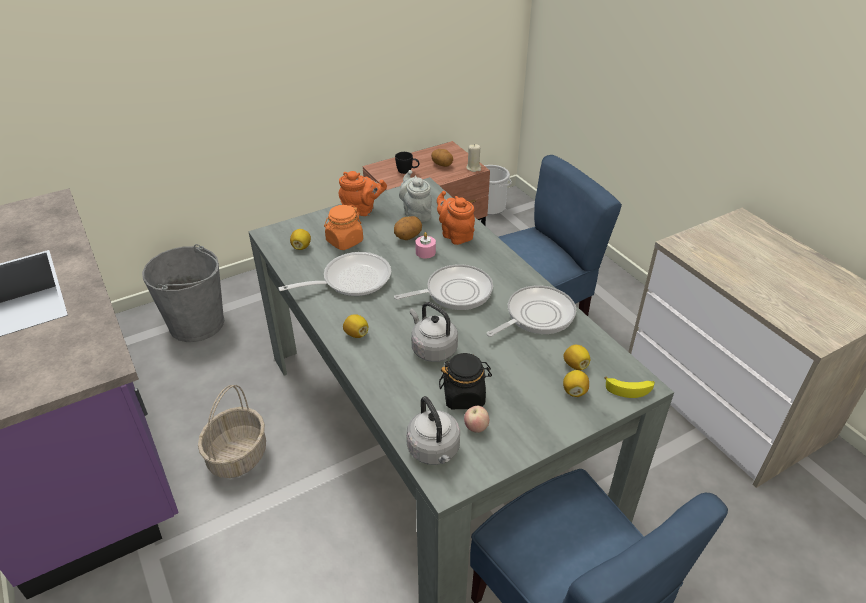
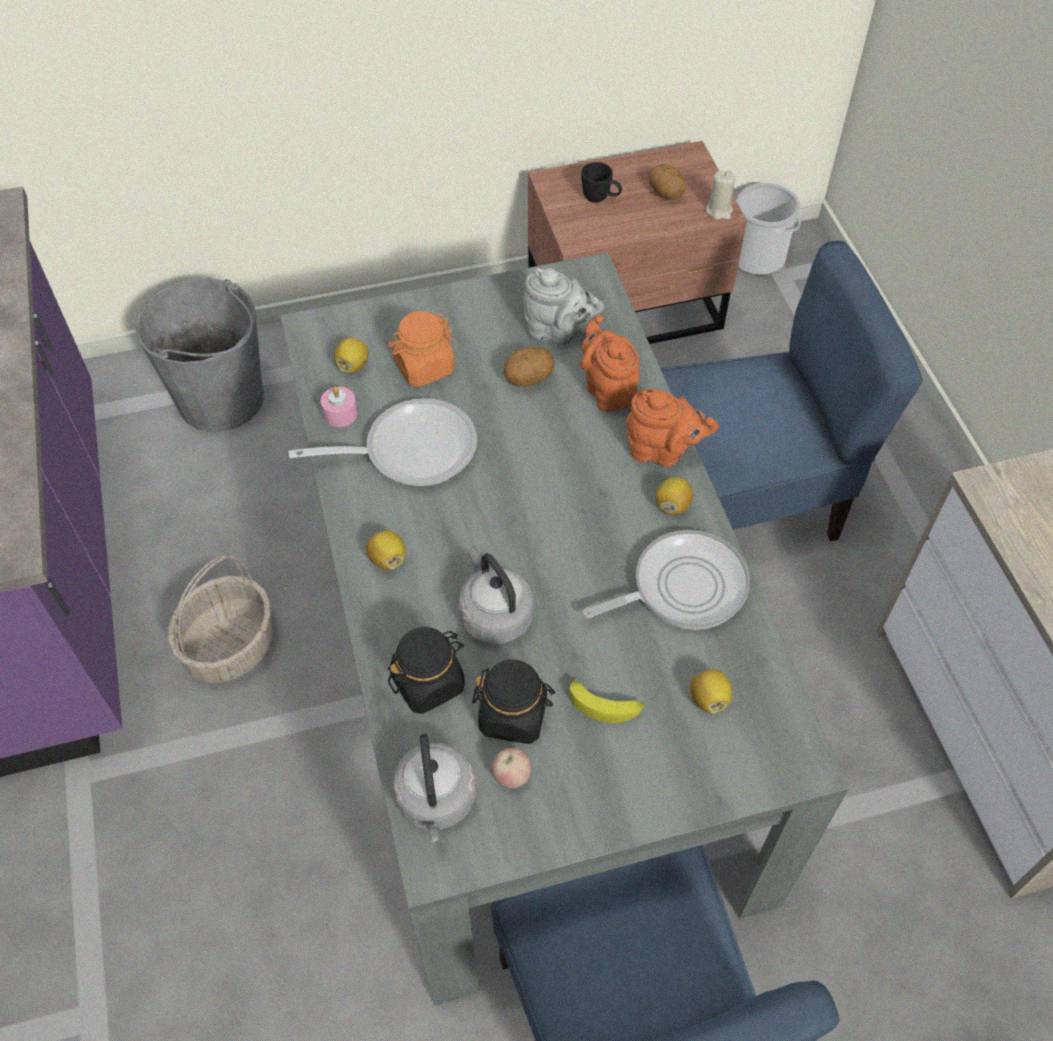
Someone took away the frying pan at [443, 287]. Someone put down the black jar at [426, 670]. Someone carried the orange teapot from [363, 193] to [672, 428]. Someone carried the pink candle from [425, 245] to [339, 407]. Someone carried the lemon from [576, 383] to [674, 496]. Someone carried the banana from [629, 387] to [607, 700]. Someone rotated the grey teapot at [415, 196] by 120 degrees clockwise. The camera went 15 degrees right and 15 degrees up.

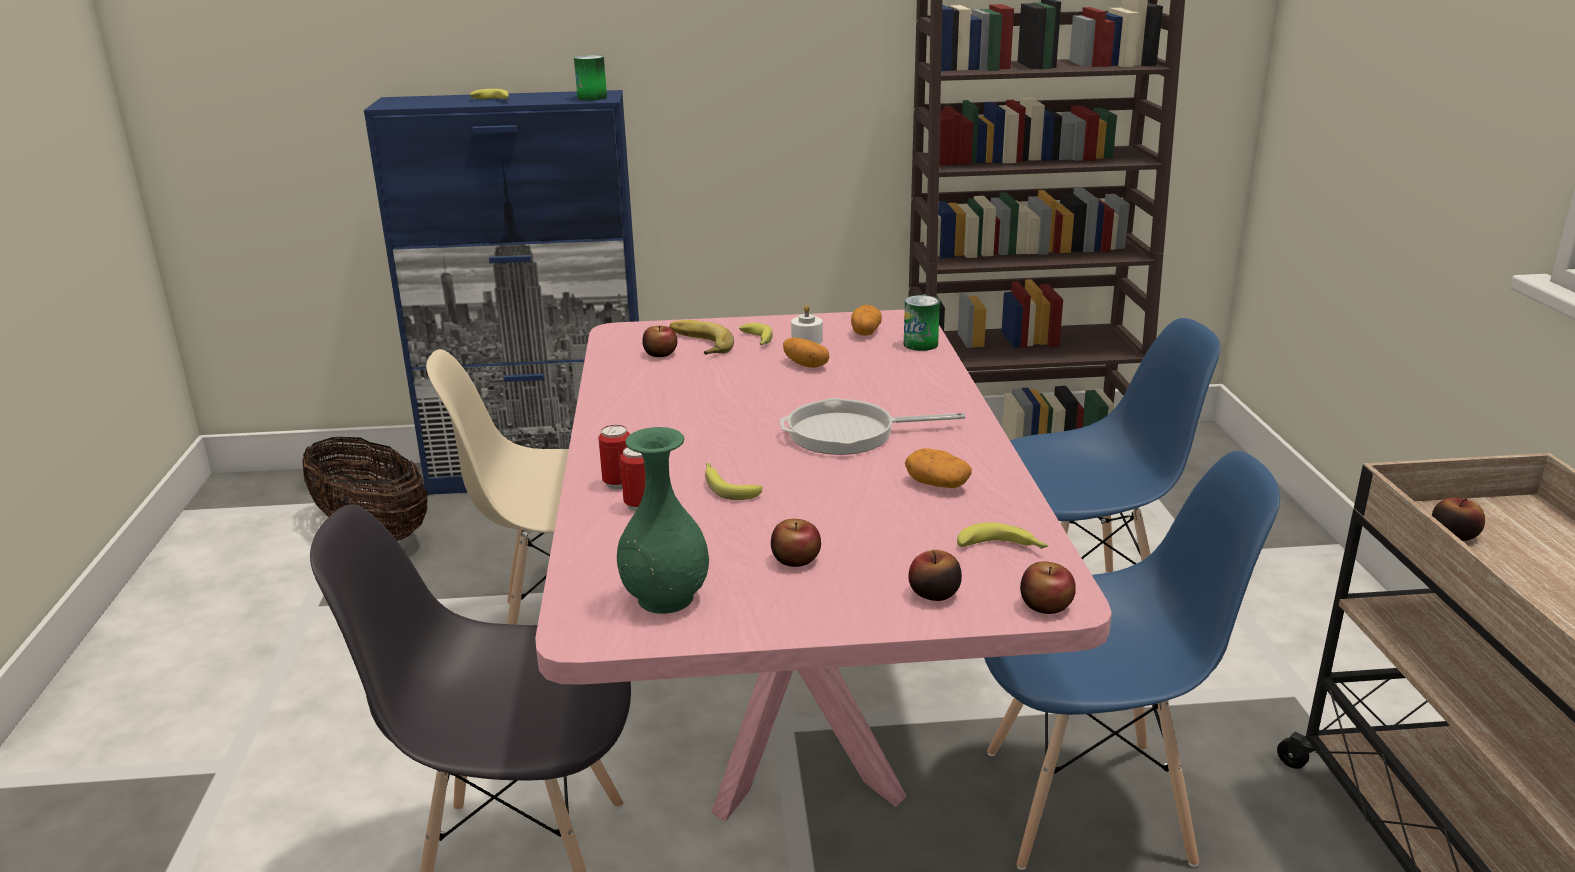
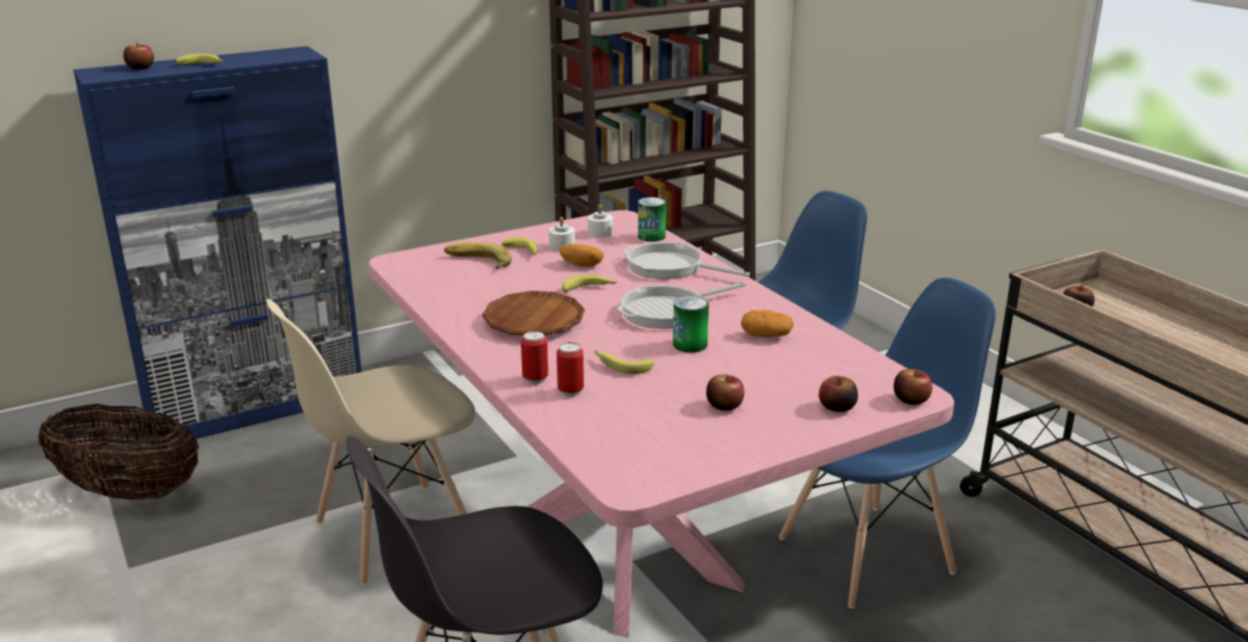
Someone took away the green vase at [663, 520]. Someone put down the brown plate at [533, 313]. Someone put down the frying pan at [686, 260]. Someone carried the can from [590, 78] to [691, 324]. Someone carried the apple from [659, 341] to [138, 56]. Someone carried the banana from [1002, 535] to [589, 283]. Someone swapped the potato at [866, 320] for the white candle at [600, 221]. The camera went 25 degrees left and 0 degrees up.

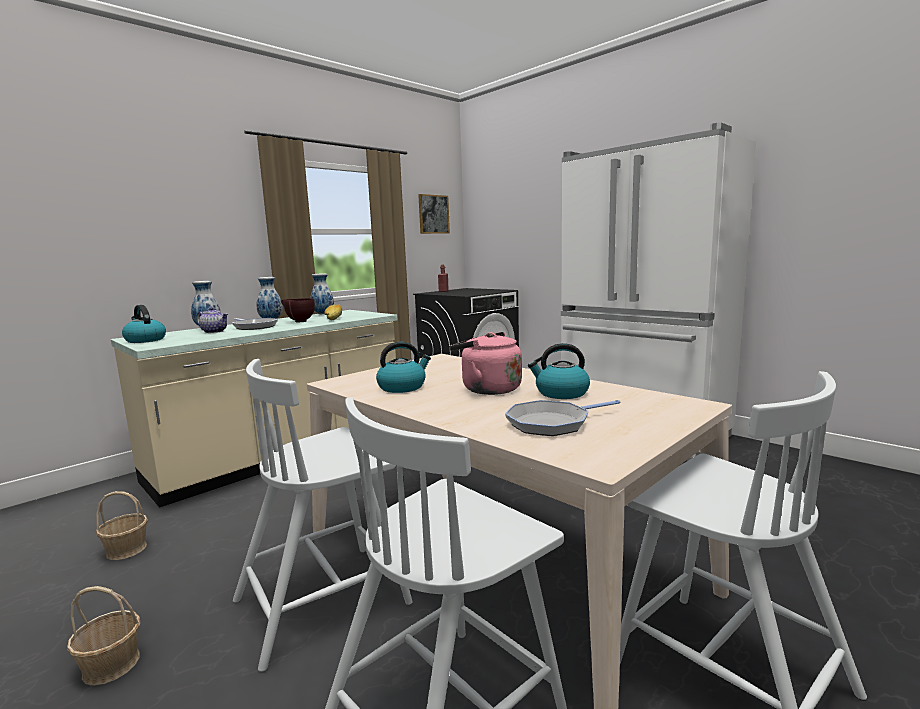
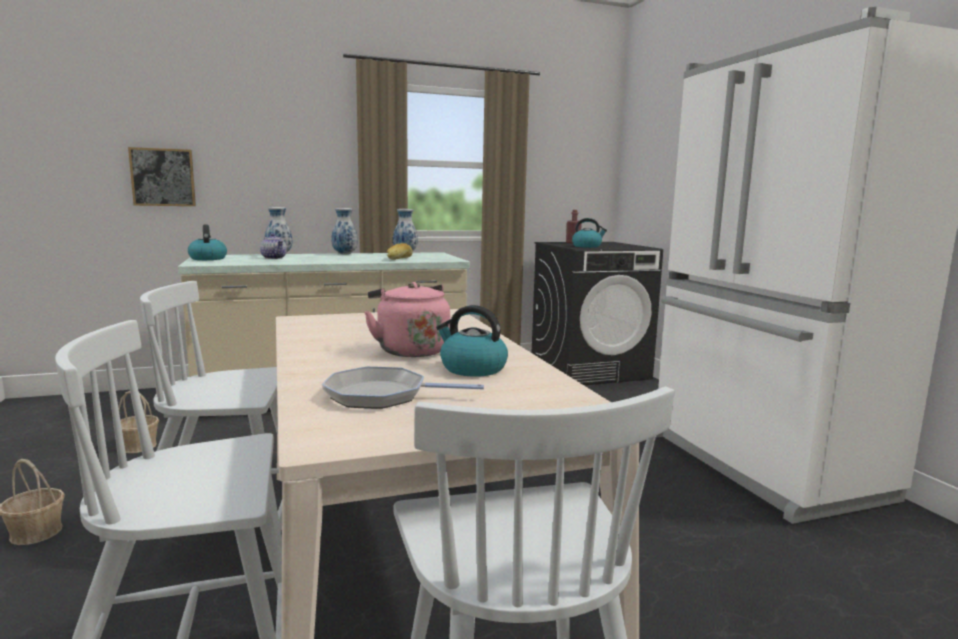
Someone took away the frying pan at [255, 324]. Someone took away the brown bowl at [298, 310]. Someone carried the kettle from [403, 367] to [589, 233]. Someone carried the picture from [434, 214] to [162, 176]. The camera went 25 degrees right and 0 degrees up.

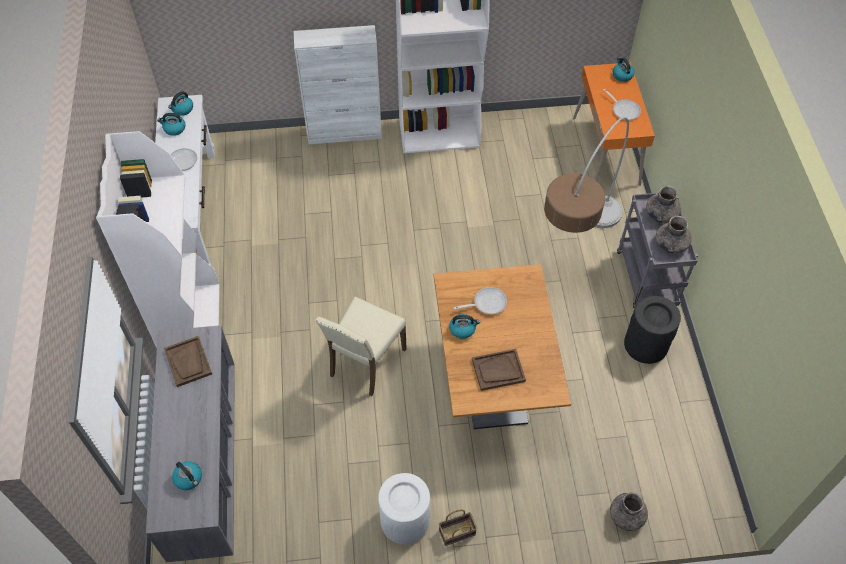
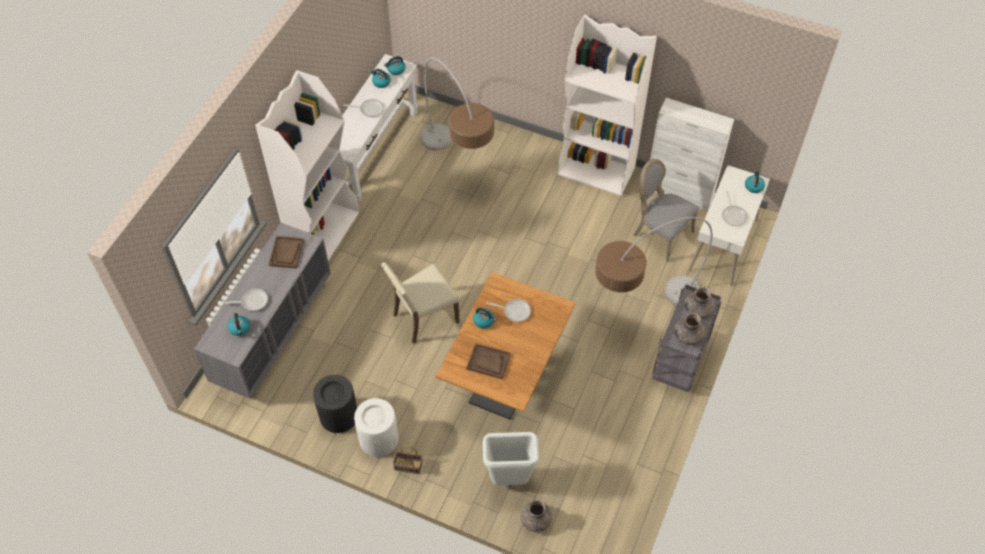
Someone put down the frying pan at [245, 299]. Someone put down the floor lamp at [457, 104]. Someone put down the white trash can at [511, 458]. Someone put down the grey chair at [666, 210]. Someone carried the white cabinet from [338, 85] to [692, 154]. Someone carried the black trash can from [652, 330] to [335, 404]. Someone repainted the orange desk at [614, 124], which became the white desk at [729, 225]. The camera went 30 degrees right and 0 degrees up.

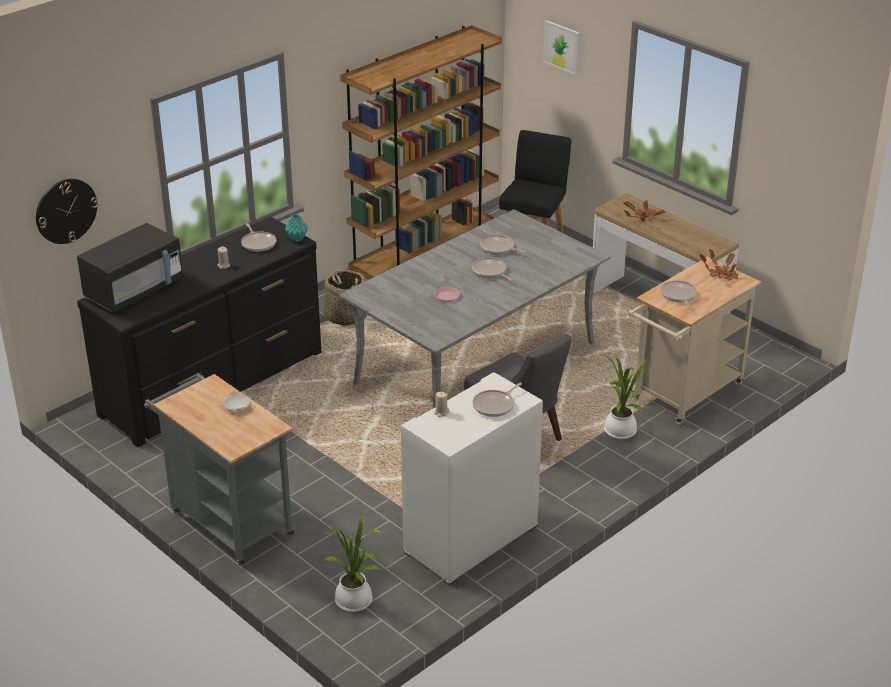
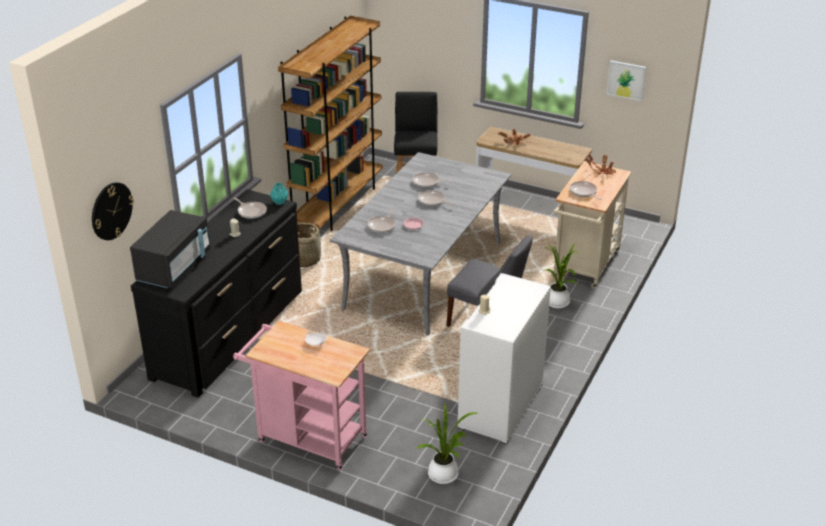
Someone carried the frying pan from [497, 400] to [381, 221]. Someone carried the picture from [561, 47] to [626, 80]. Someone repainted the grey cart at [219, 470], which became the pink cart at [301, 396]. The camera went 20 degrees left and 0 degrees up.

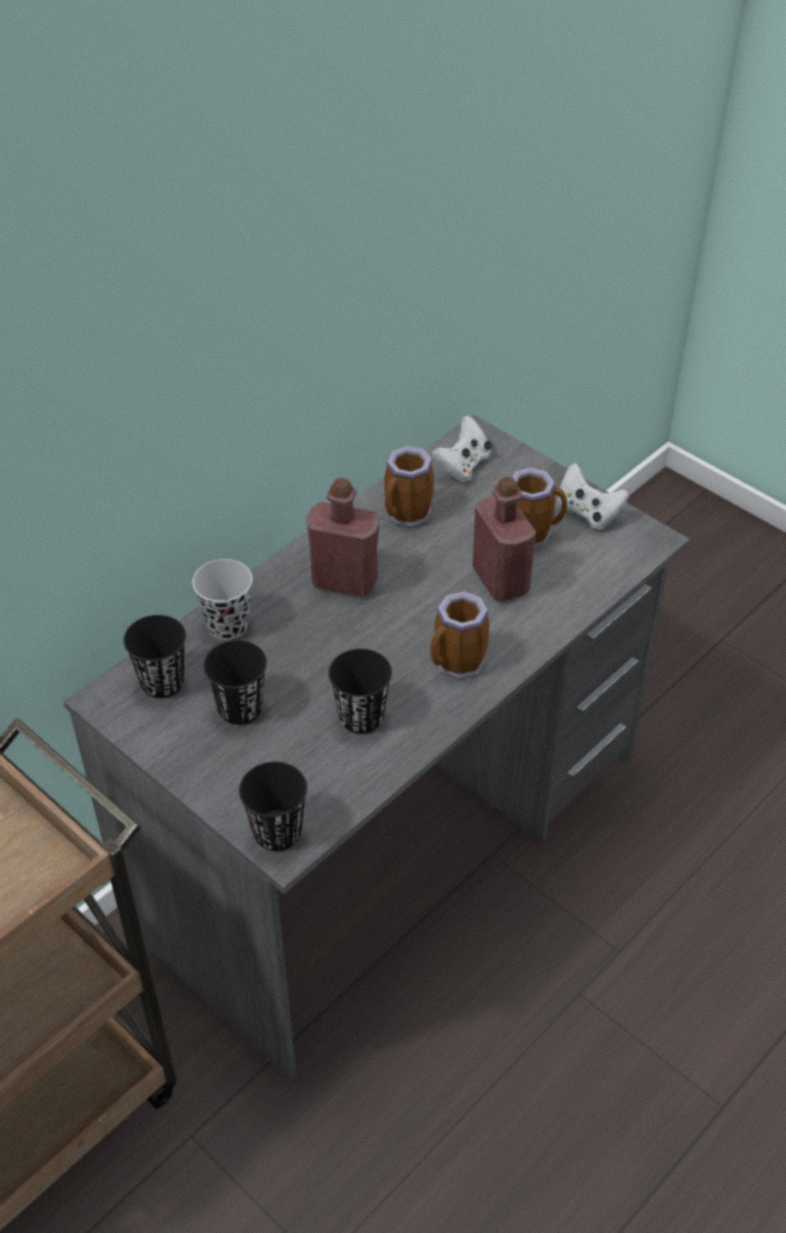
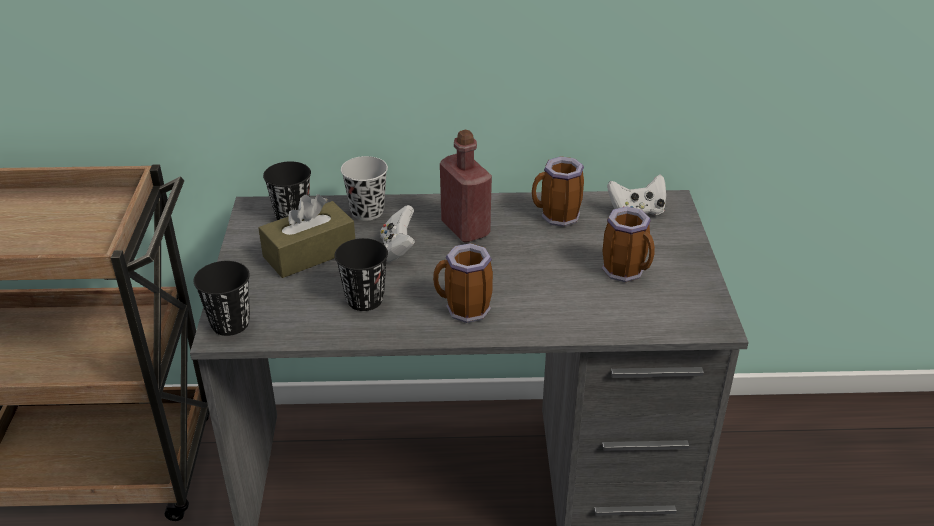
Someone took away the red bottle at [504, 538]. Someone carried the white game controller from [593, 496] to [397, 233]. Someone swapped the black cup at [235, 682] for the brown tissue box at [306, 236]. The camera went 45 degrees right and 10 degrees down.

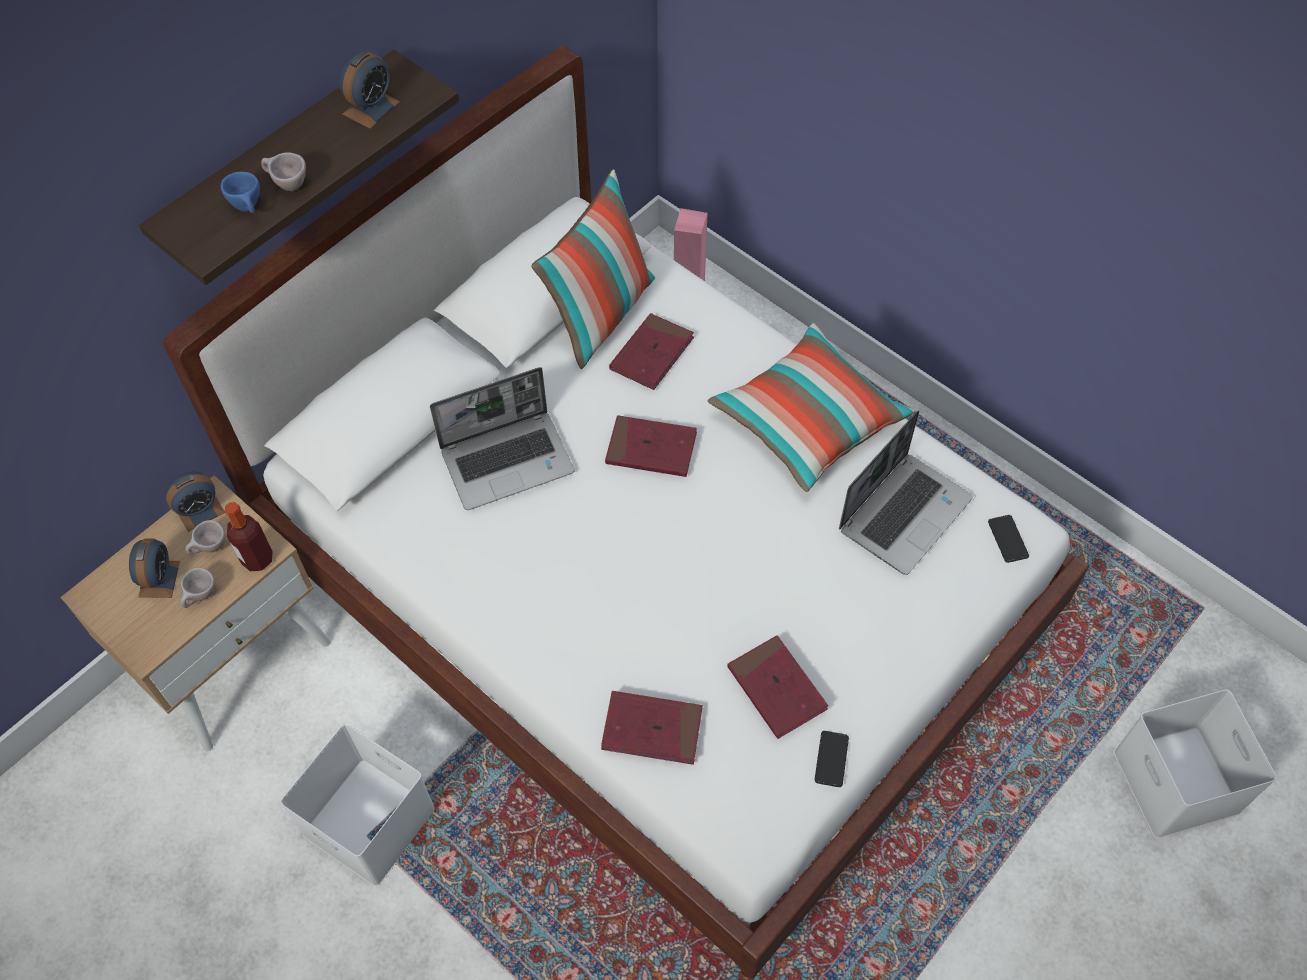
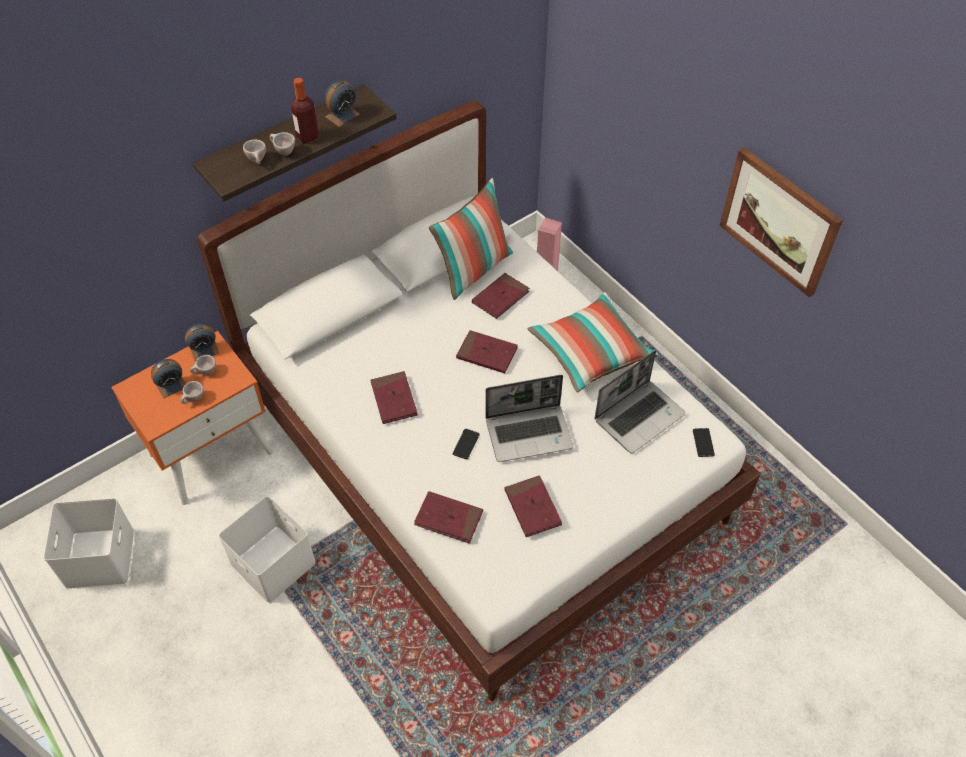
Someone put down the red book at [394, 397]. Someone put up the picture at [781, 222]. Someone carried the bottle from [249, 536] to [305, 110]. Someone carried the laptop from [502, 438] to [529, 418]. Someone carried the phone from [832, 759] to [466, 444]. Someone carried the white storage box from [1195, 764] to [89, 543]. Someone repainted the beige nightstand at [195, 613], which became the orange nightstand at [192, 418]. Someone repainted the blue cup at [240, 192], which became the beige cup at [254, 151]. Someone rotated the alarm clock at [154, 568] by 45 degrees clockwise. The camera went 10 degrees right and 5 degrees down.

